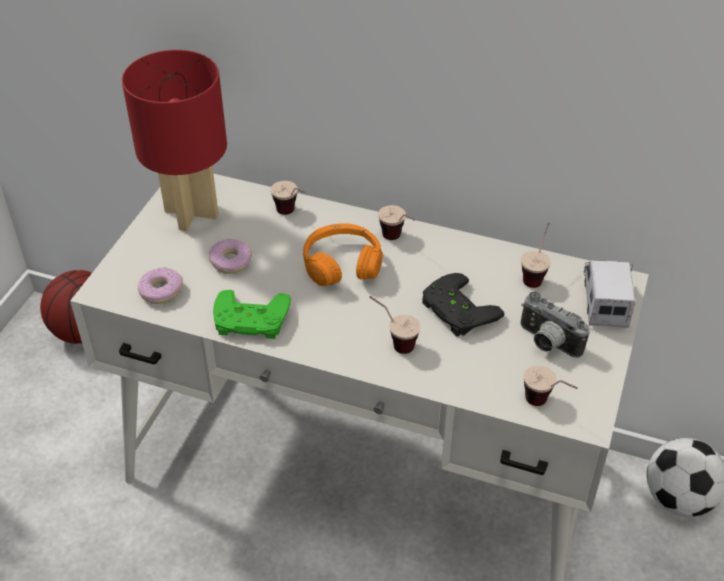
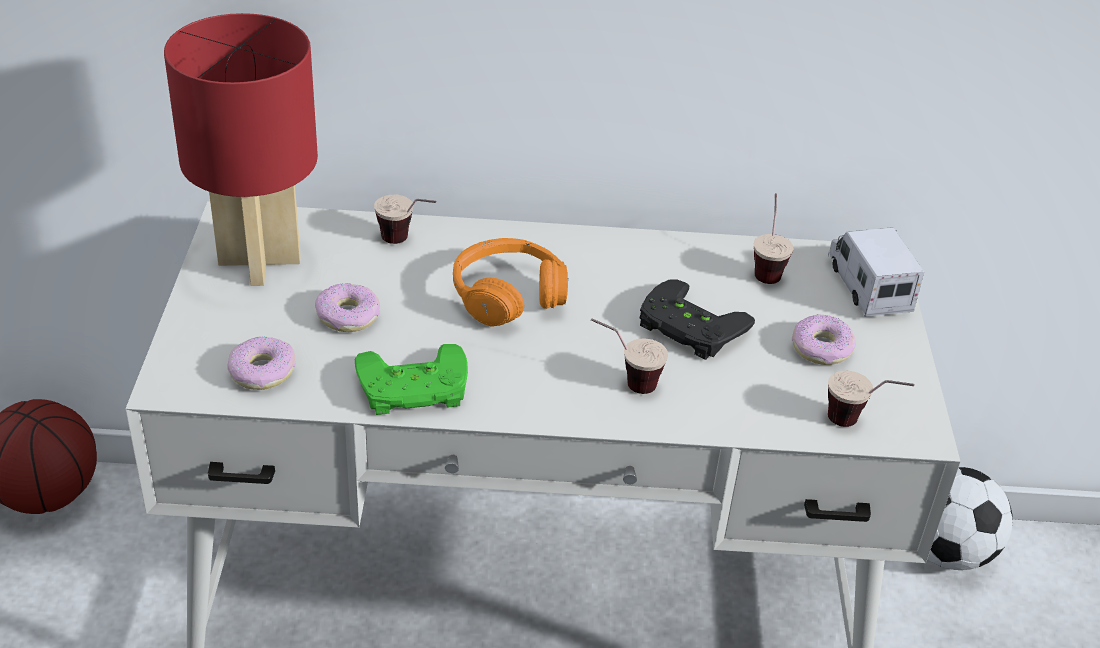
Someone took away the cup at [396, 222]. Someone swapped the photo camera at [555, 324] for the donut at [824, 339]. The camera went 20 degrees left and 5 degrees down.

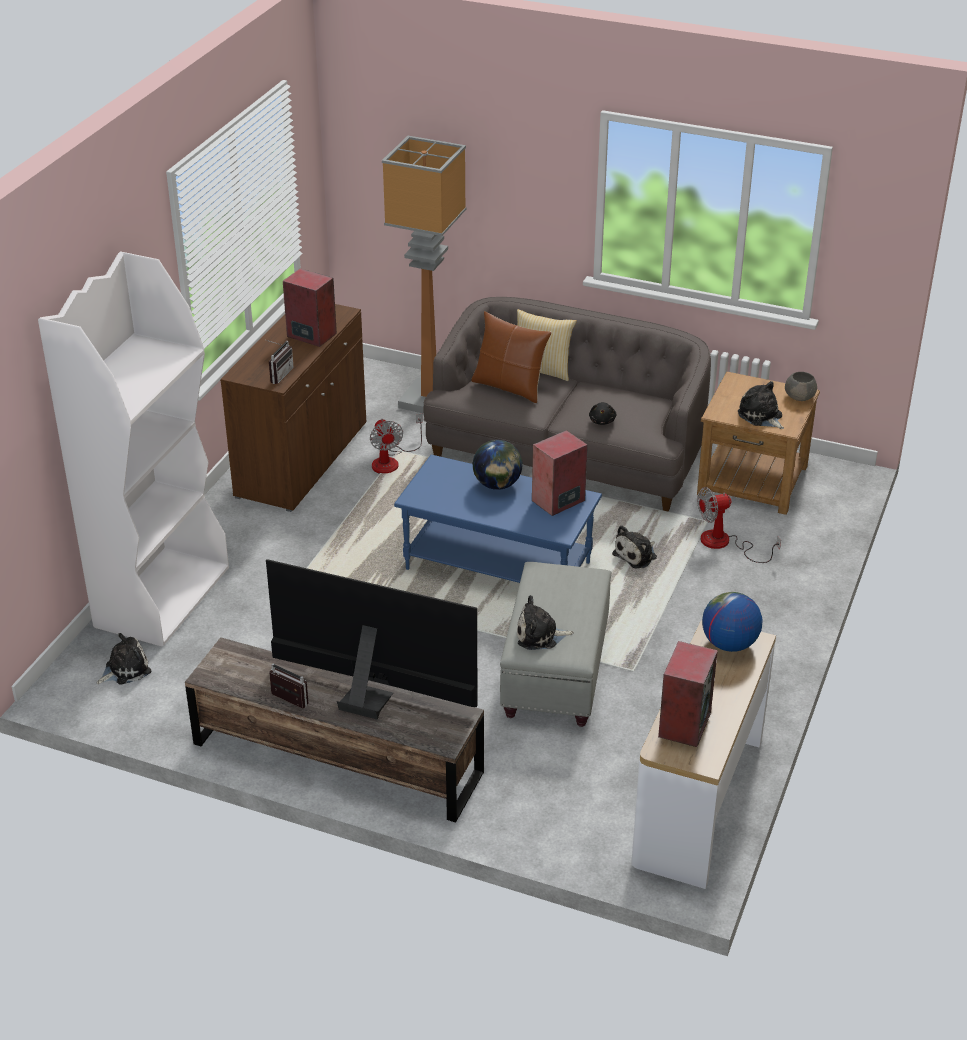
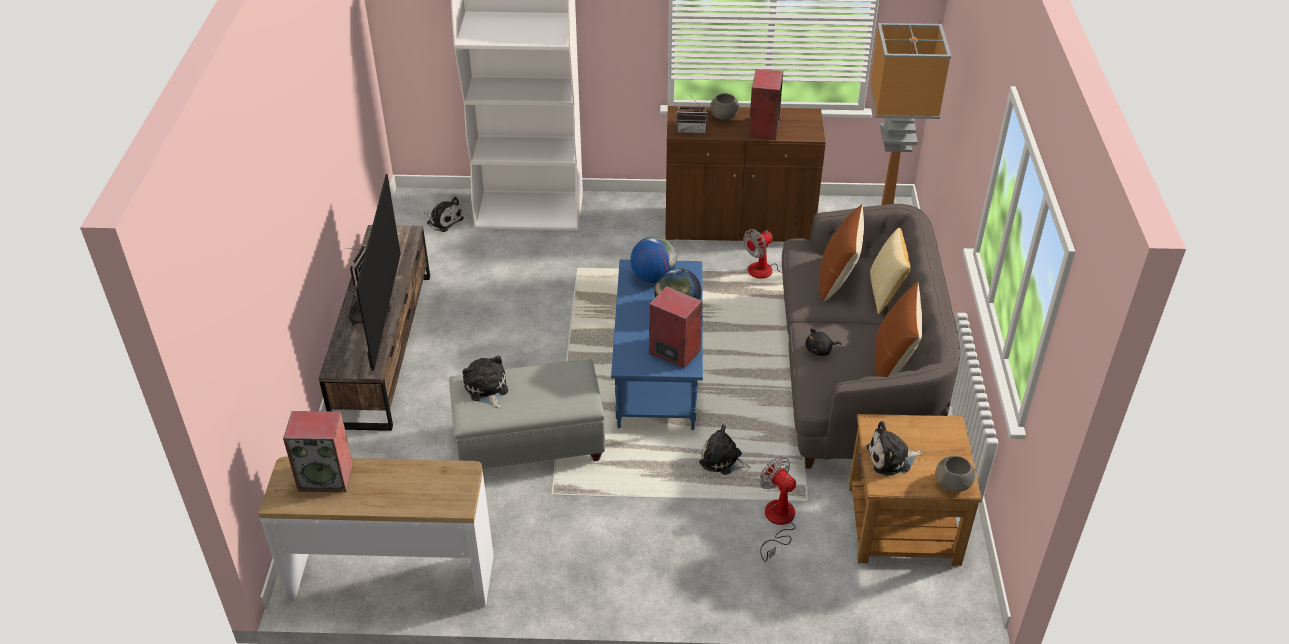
Someone put down the grey bowl at [724, 107]. Someone put down the brown pillow at [898, 329]. Someone carried the globe from [732, 622] to [653, 259]. Someone rotated the plush toy at [761, 405] by 135 degrees counterclockwise. The camera went 70 degrees right and 5 degrees up.

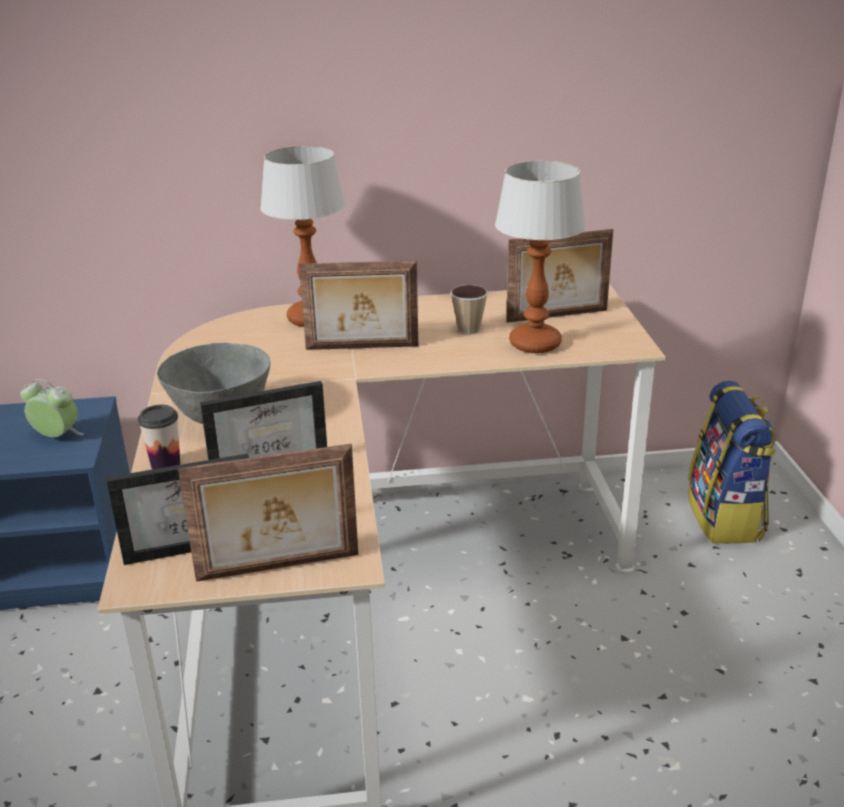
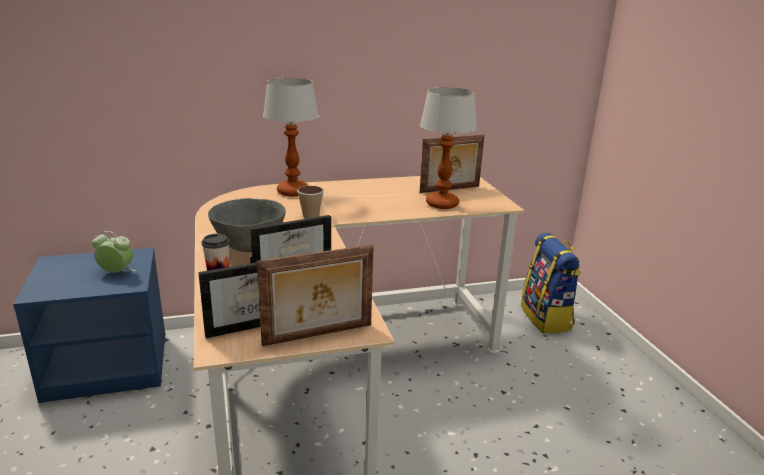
Someone took away the picture frame at [358, 305]. Someone carried the cup from [469, 309] to [310, 202]. The camera went 10 degrees left and 5 degrees down.

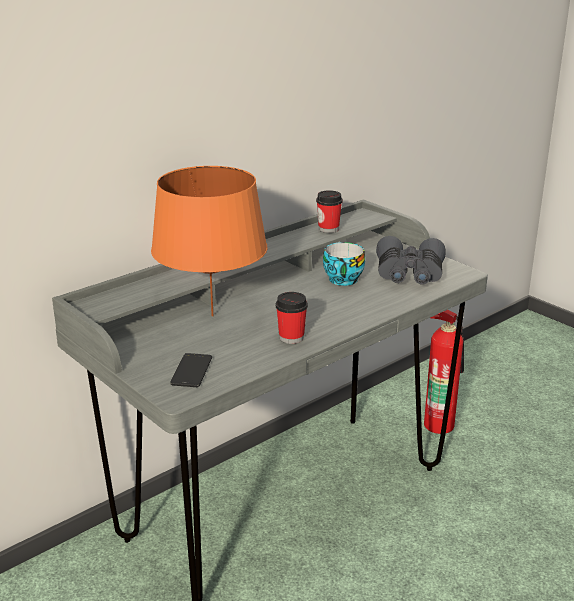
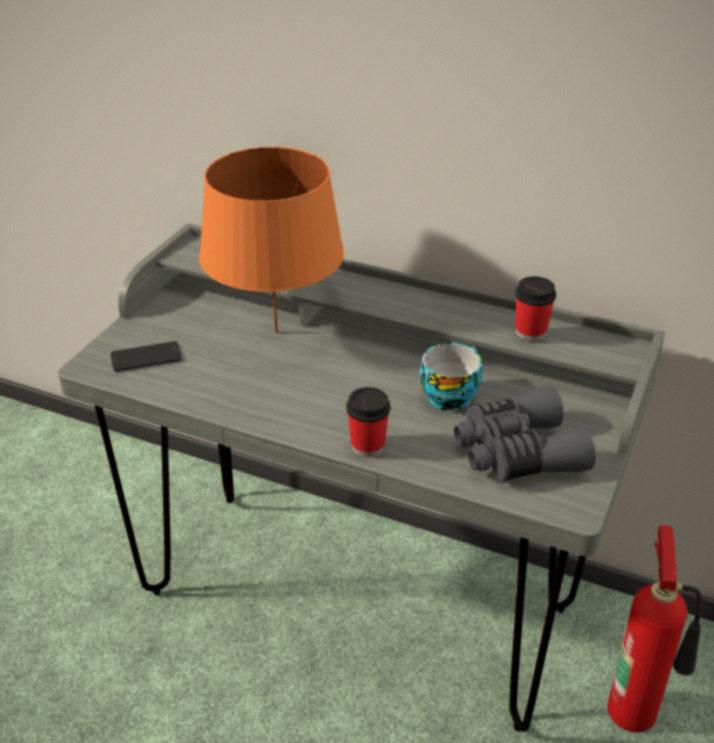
Someone carried the cup from [292, 318] to [368, 422]. The camera went 65 degrees right and 10 degrees up.

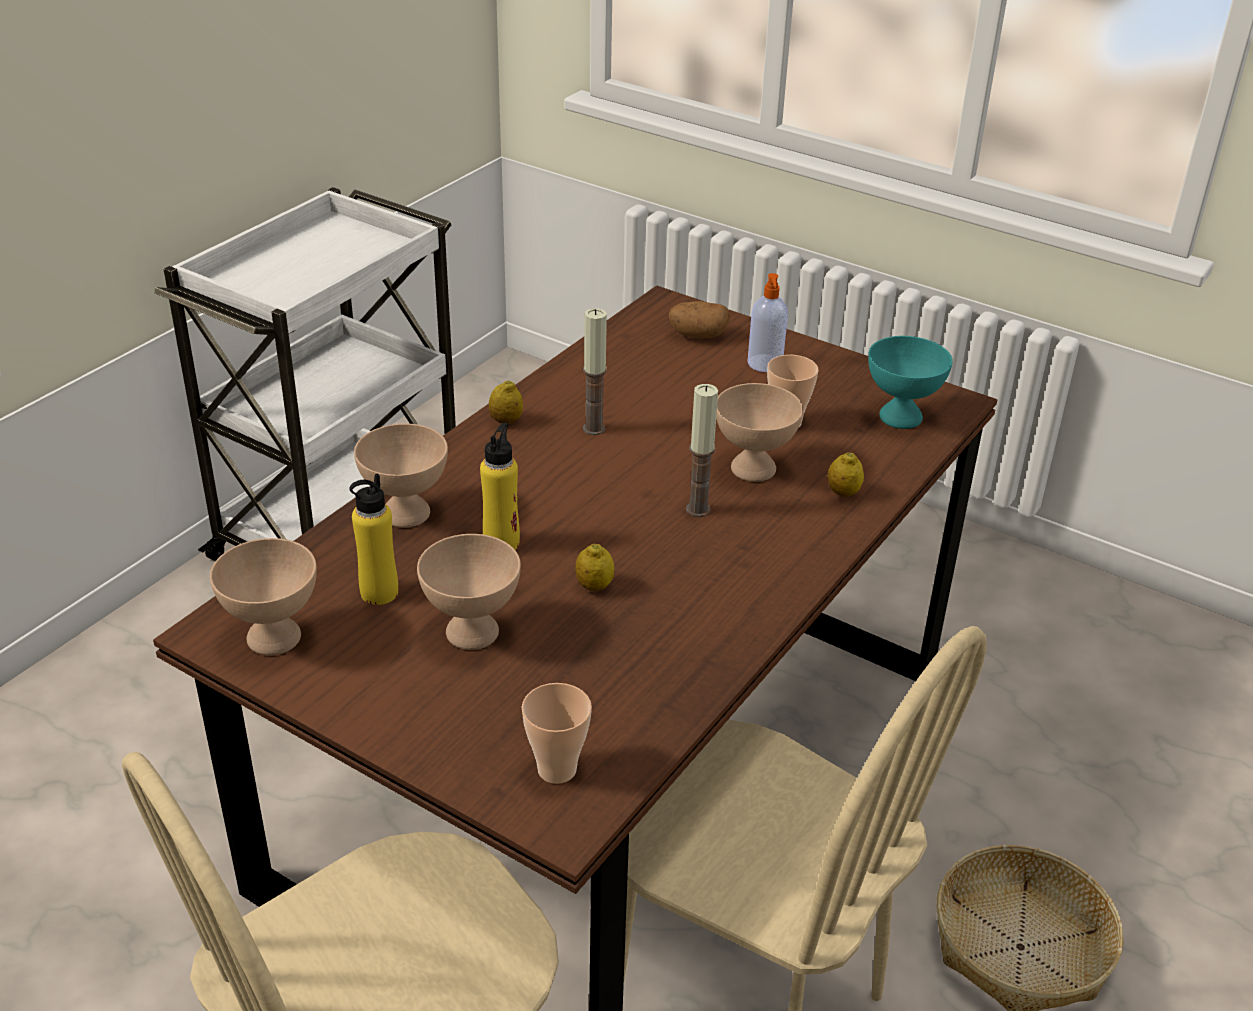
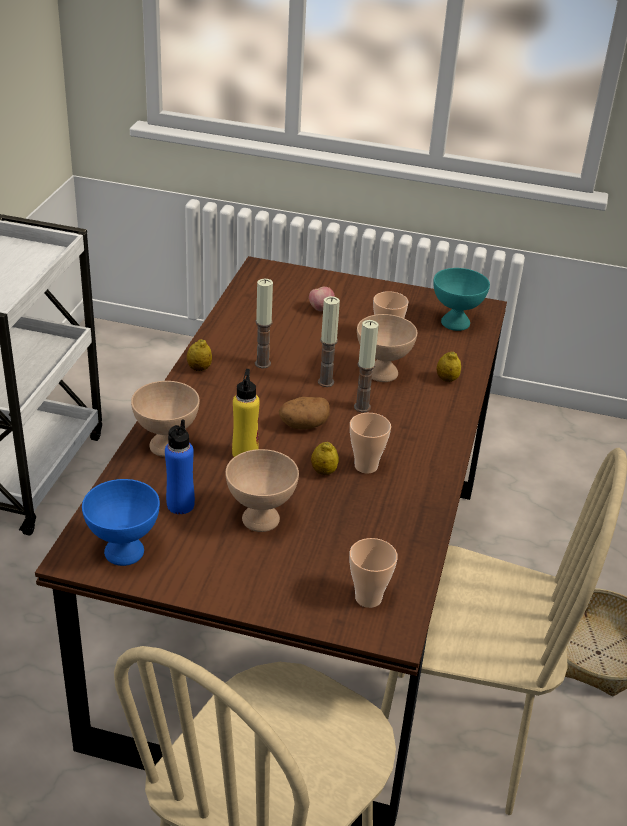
Someone took away the soap dispenser at [767, 322]. Someone put down the apple at [322, 299]. Someone put down the candle at [329, 341]. Someone put down the cup at [370, 443]. Someone carried the potato from [699, 319] to [304, 413]. Someone repainted the beige bowl at [263, 596], which became the blue bowl at [121, 522]. Someone repainted the yellow bottle at [374, 539], which became the blue bottle at [180, 466]. The camera went 20 degrees left and 0 degrees up.

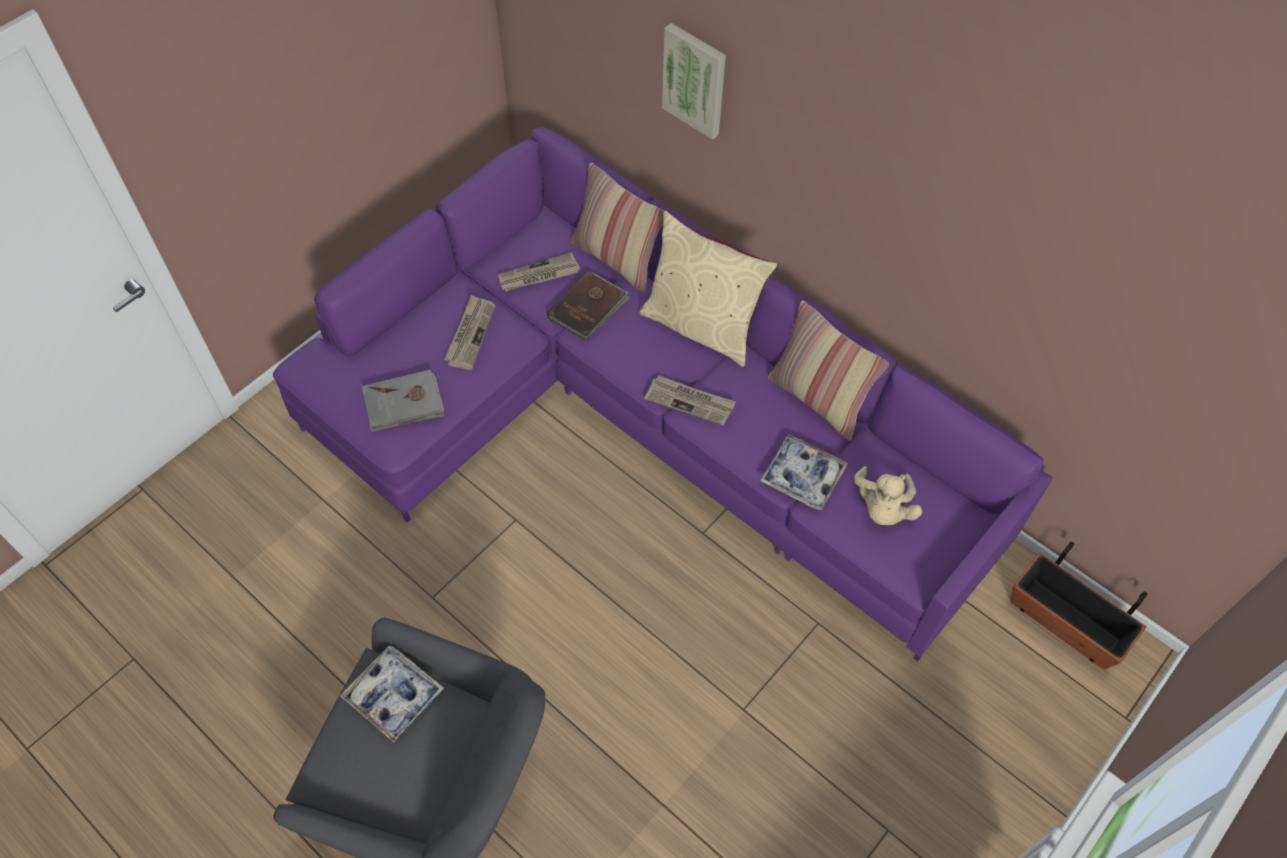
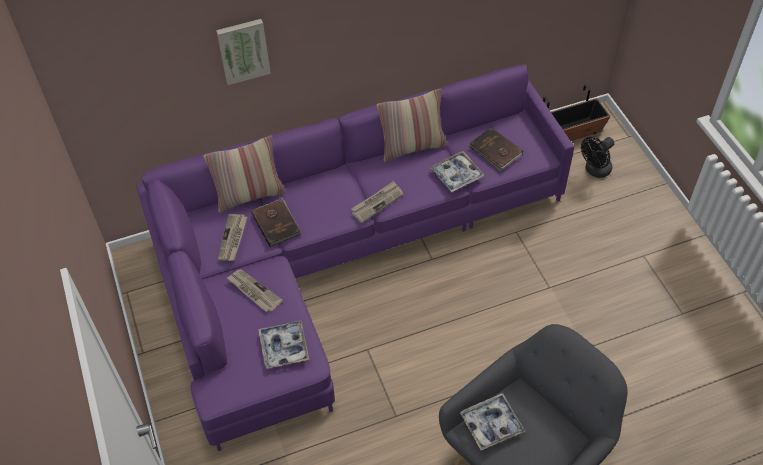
Someone took away the beige pillow at [708, 288]. Someone put down the black fan at [597, 157]. Someone swapped the grey book at [403, 400] for the tray at [283, 345]. Someone swapped the beige plush toy at [888, 495] for the brown book at [496, 149]. The camera went 60 degrees left and 5 degrees down.

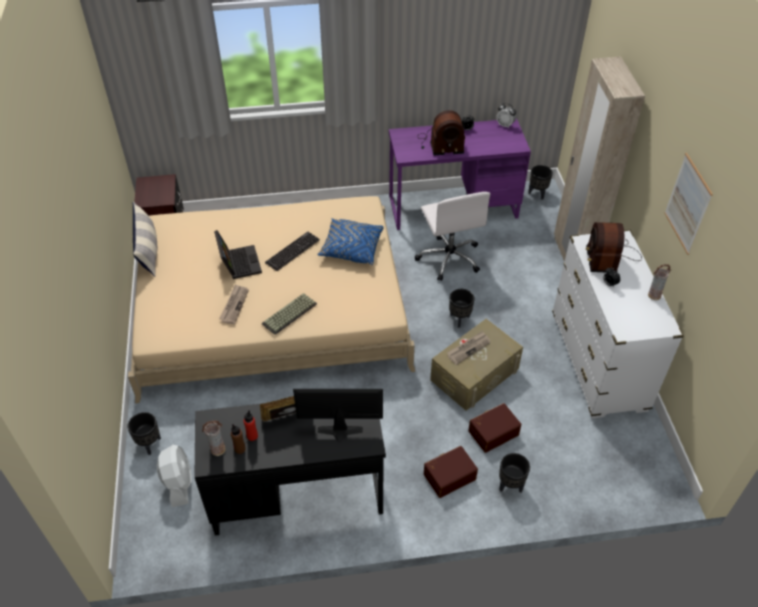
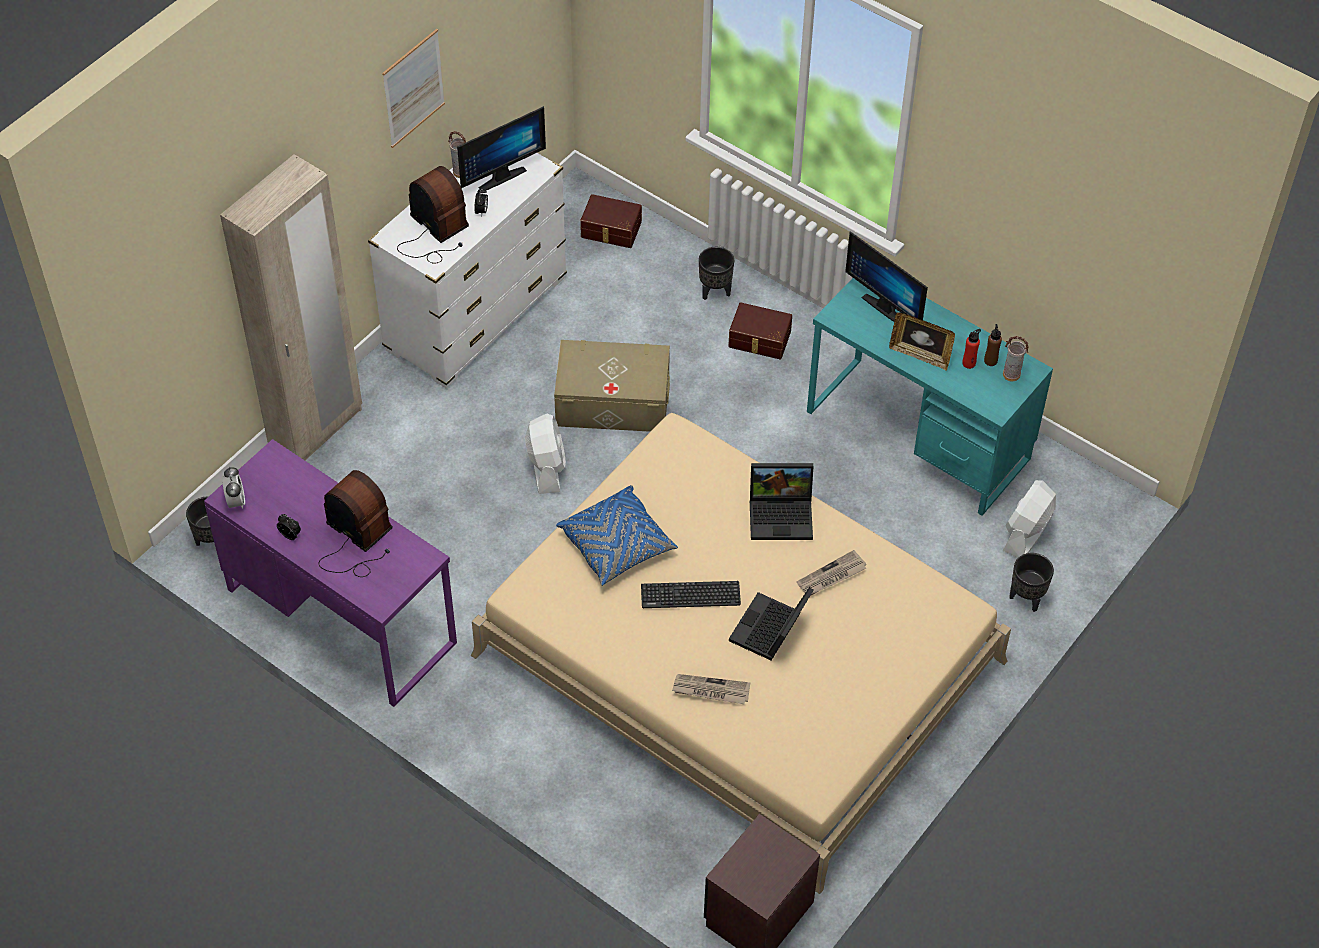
Someone took away the pillow at [145, 239]. Someone took away the white office chair at [452, 236]. Someone put down the monitor at [501, 148]. Someone carried the newspaper from [469, 348] to [711, 689]. Someone carried the brown storage box from [494, 428] to [611, 221]. Someone swapped the keyboard at [289, 314] for the laptop at [781, 501]. Someone swapped the black planter at [462, 308] for the white fan at [545, 453]. Someone repainted the black desk at [290, 469], which became the turquoise desk at [930, 397]. Someone rotated the radio at [614, 247] by 90 degrees counterclockwise. The camera went 135 degrees left and 5 degrees up.

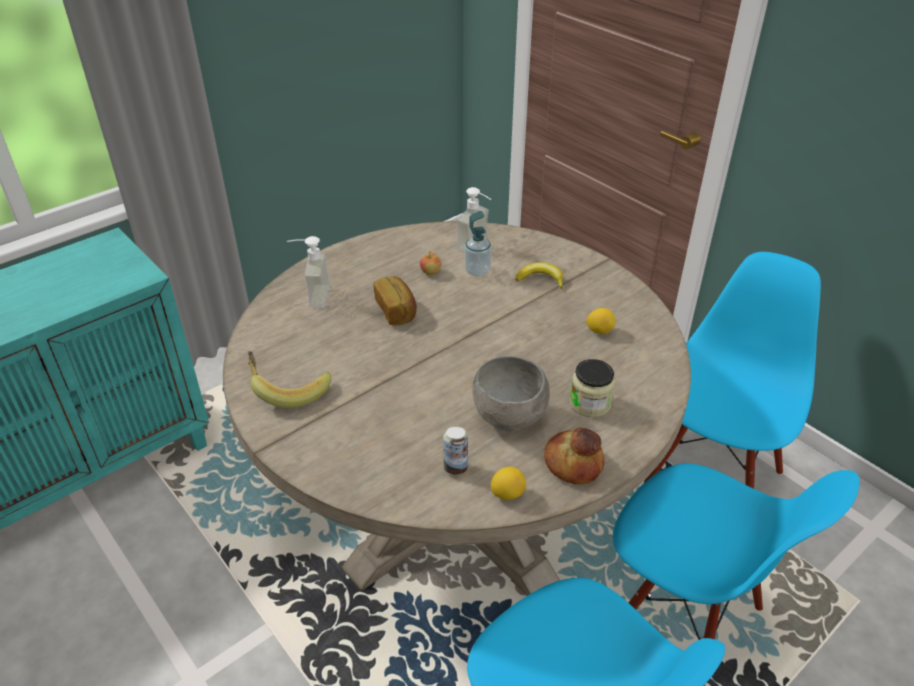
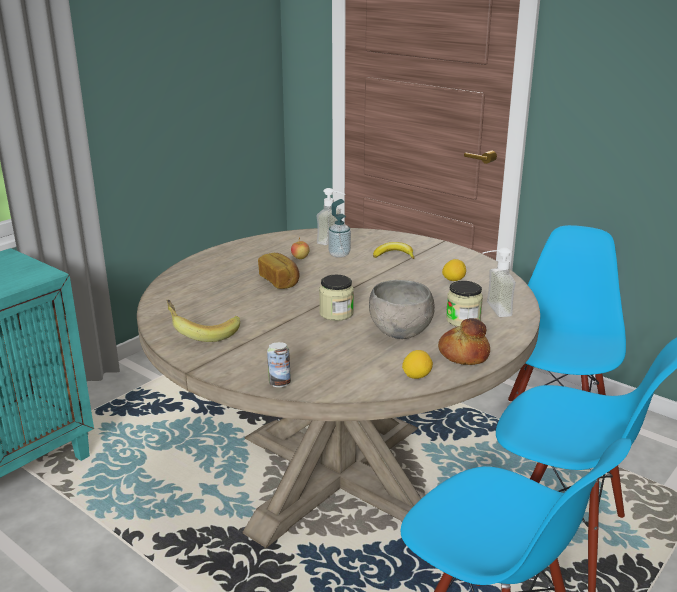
Someone put down the jar at [336, 298]. Someone carried the soap dispenser from [308, 271] to [499, 282]. Someone carried the can from [455, 450] to [279, 364]. The camera went 10 degrees left and 15 degrees down.

